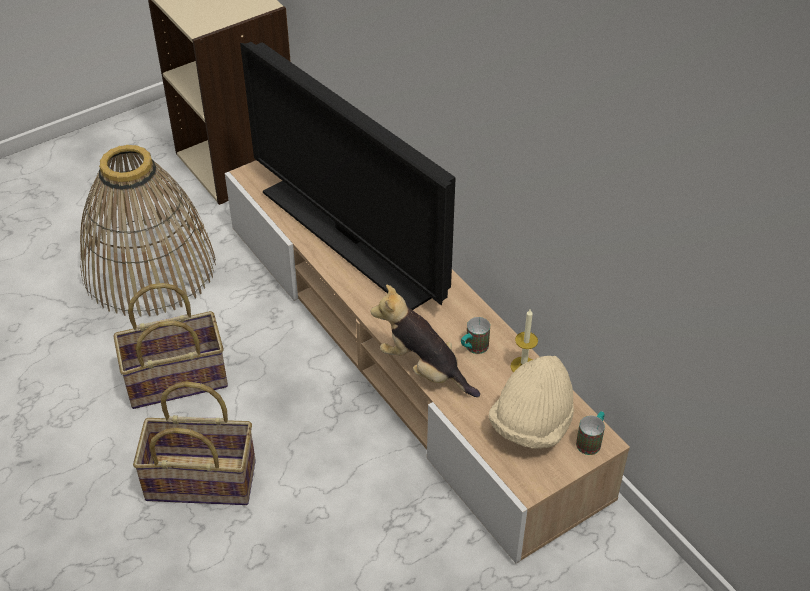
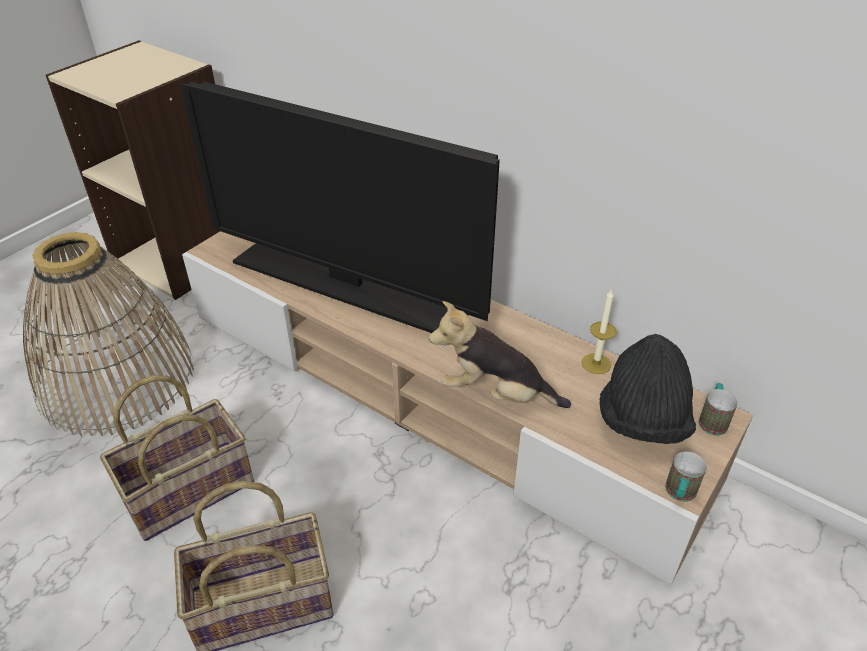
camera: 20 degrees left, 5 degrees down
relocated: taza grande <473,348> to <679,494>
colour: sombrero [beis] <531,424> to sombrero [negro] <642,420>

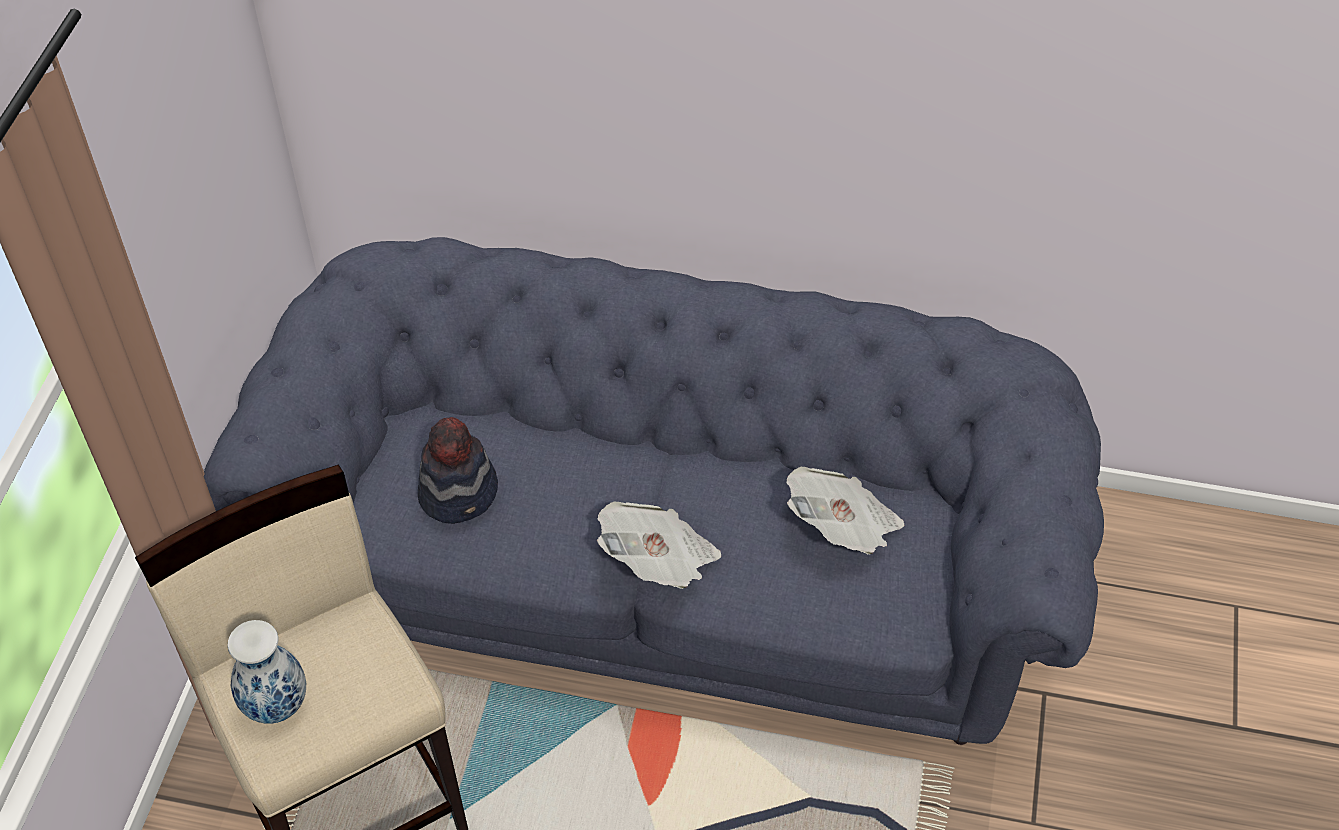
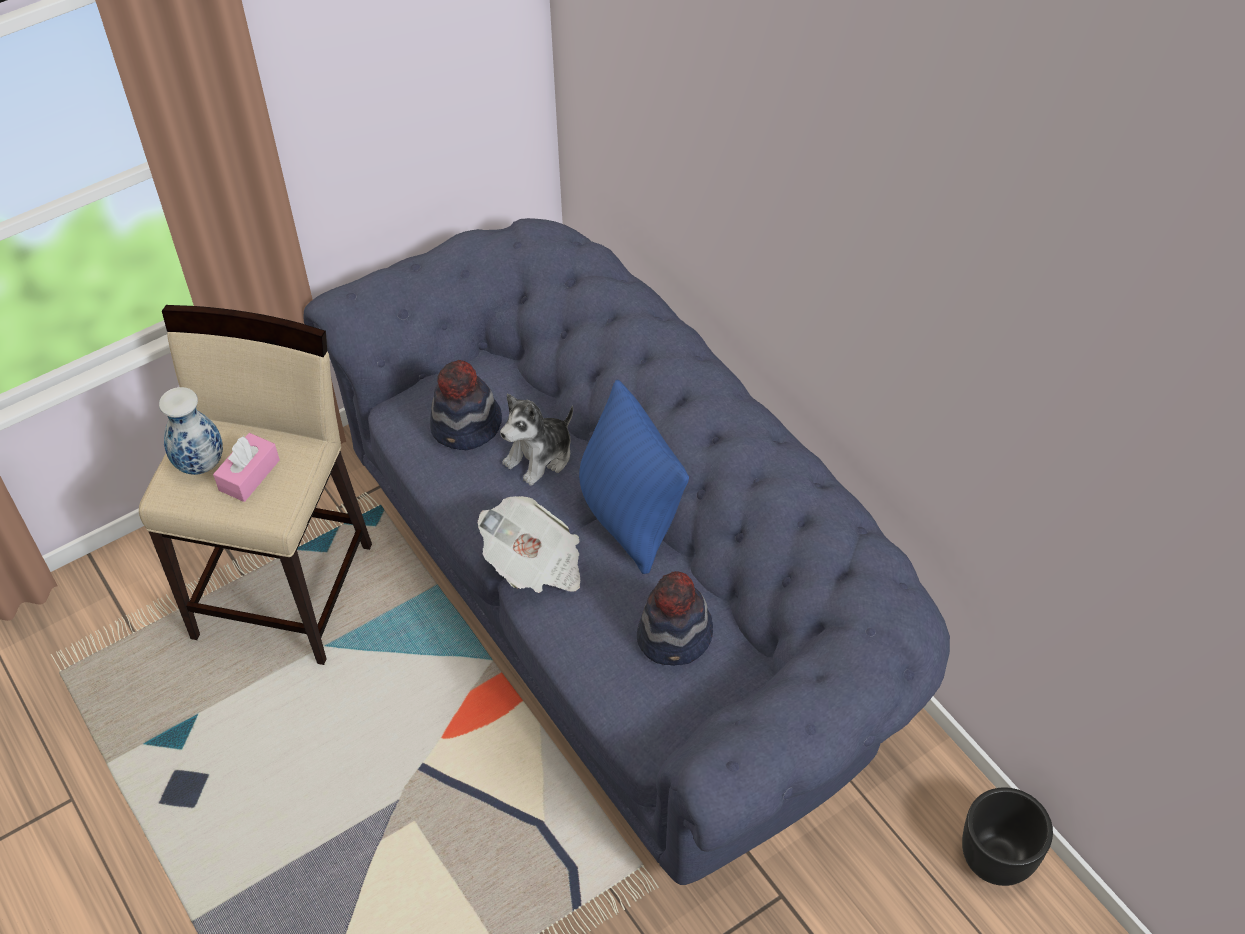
camera: 45 degrees right, 0 degrees up
appeared: cojín [azul] <629,517>; peluche <540,456>; caja de pañuelos [rosa] <249,475>; maceta [negro] <997,859>
exchanged: periódico <843,528> to sombrero <675,637>

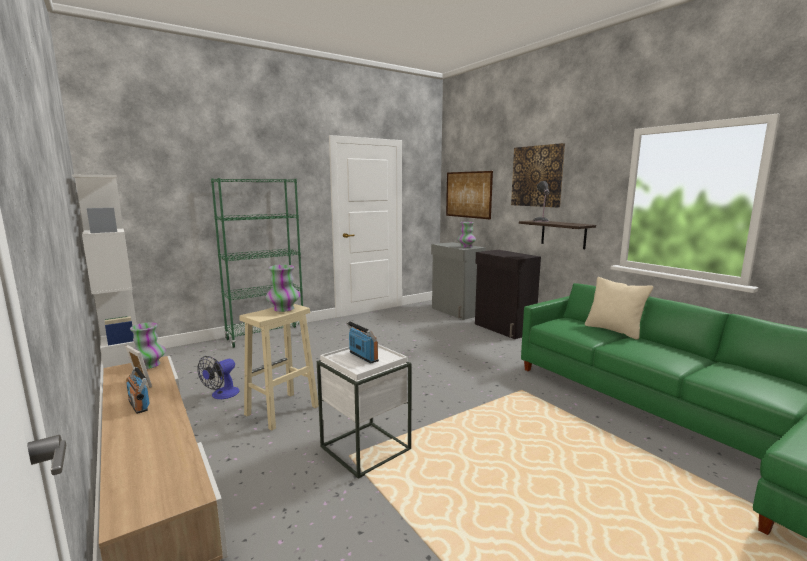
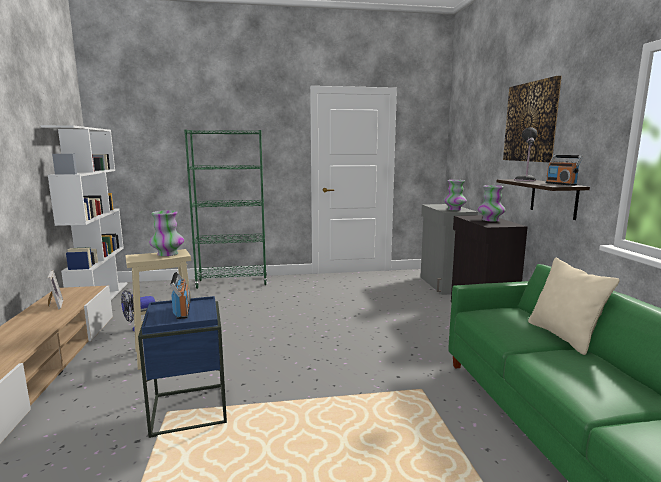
camera: 25 degrees right, 0 degrees up
missing: cuadro <468,194>
relocated: florero <149,365> to <490,220>; radio <138,405> to <561,184>
colour: mesa auxiliar [blanco] <365,448> to mesa auxiliar [azul] <189,409>

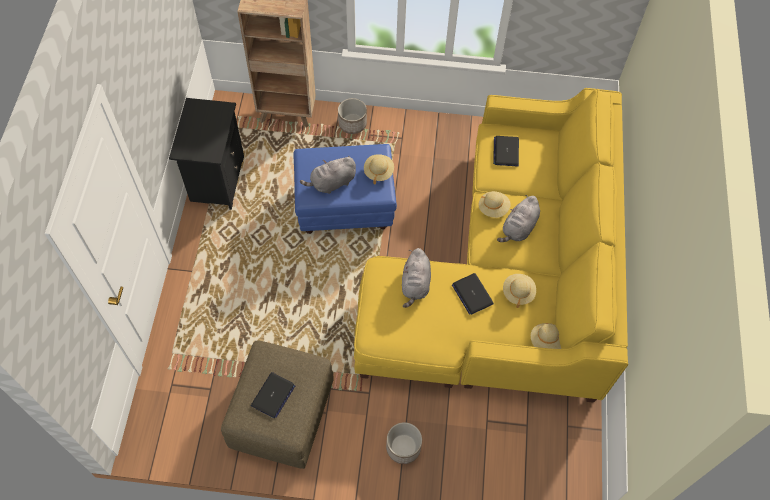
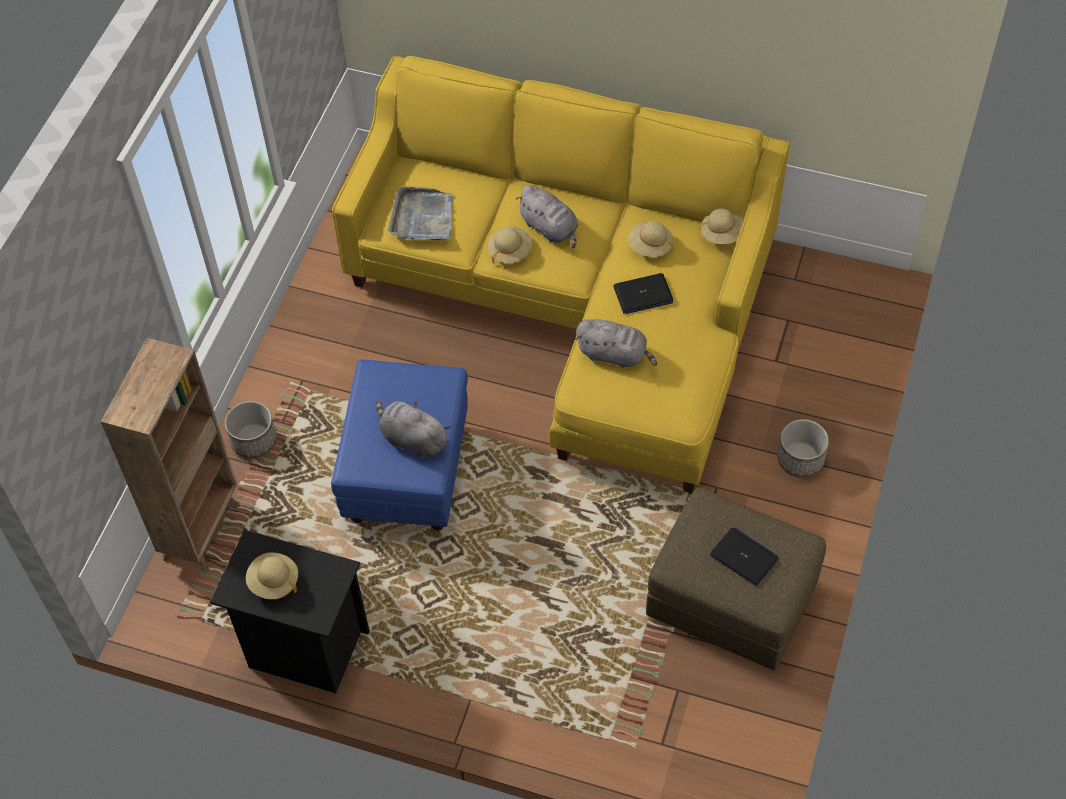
camera: 75 degrees left, 5 degrees down
relocated: sombrero [beis] <378,172> to <273,582>
exchanged: portátil <506,151> to bandeja [gris] <422,217>
spun: peluche [gris] <331,183> = <412,439> 135 degrees clockwise

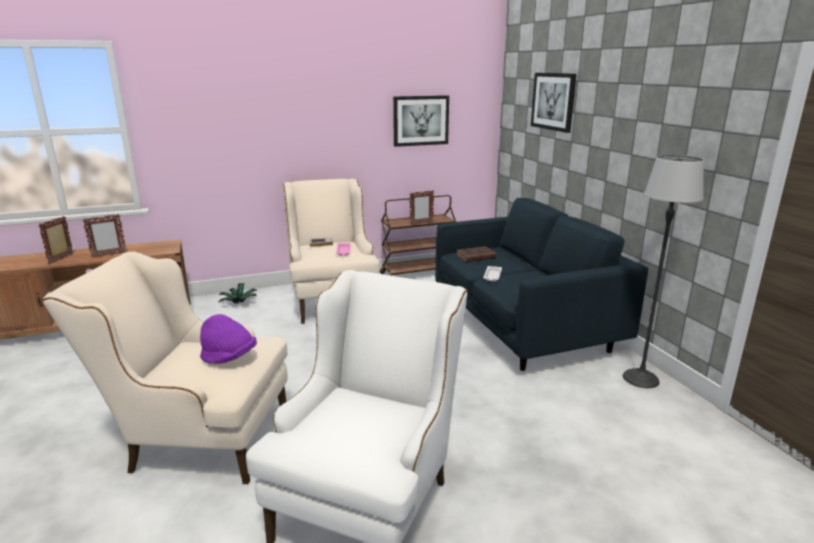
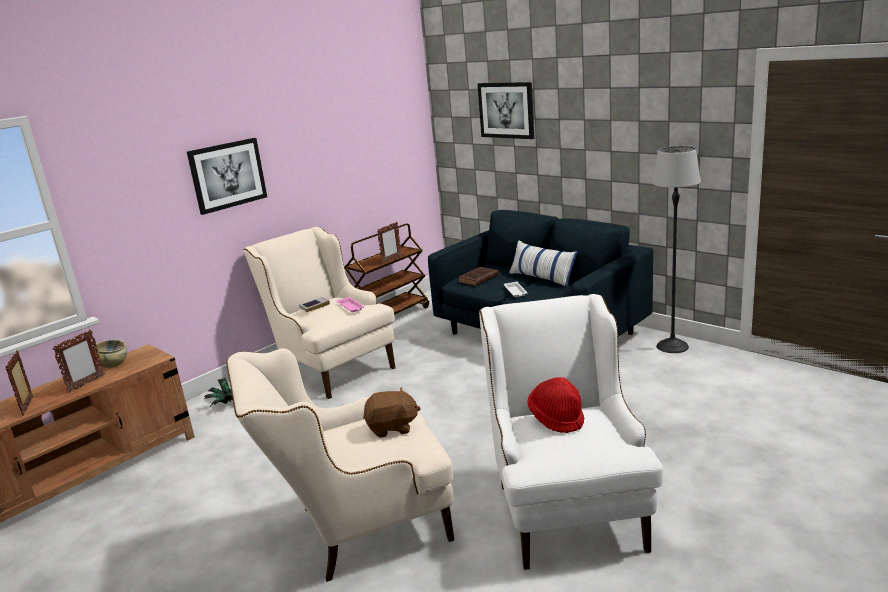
camera: 25 degrees left, 0 degrees up
appeared: cojín <542,278>; cuenco [beis] <113,364>; sombrero [rojo] <556,418>
relocated: cuadro <420,120> to <227,175>
exchanged: sombrero [morado] <229,358> to peluche [marrón] <392,428>

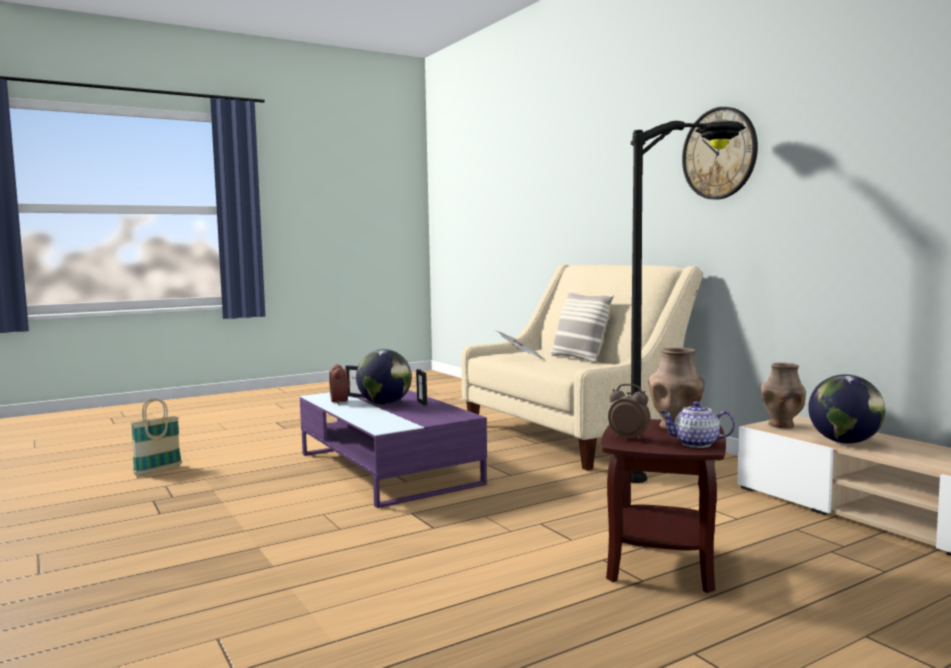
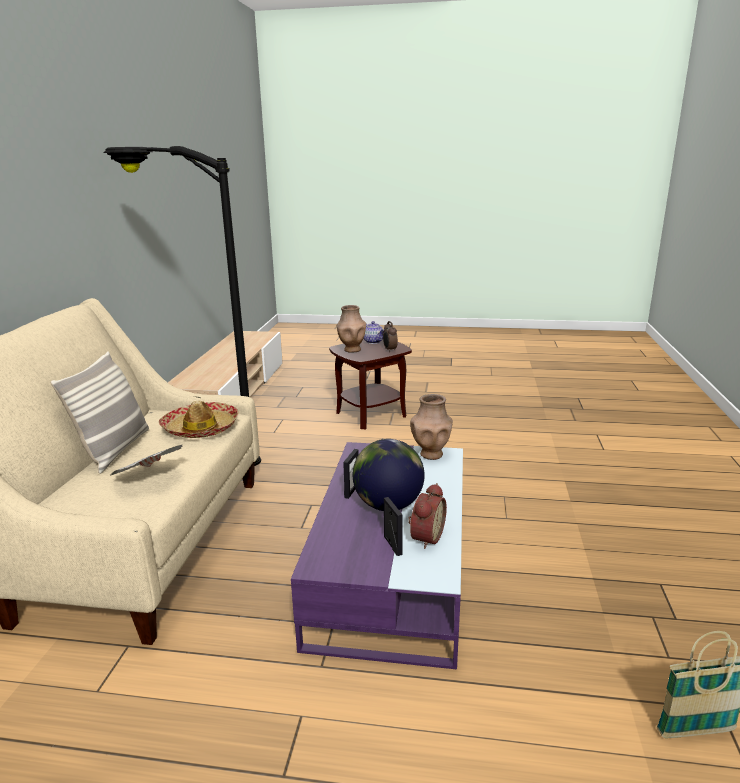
camera: 140 degrees left, 15 degrees up
missing: reloj de pared <719,153>; globo terráqueo <845,442>
appeared: sombrero <201,428>
relocated: florero [marrón] <782,425> to <431,454>

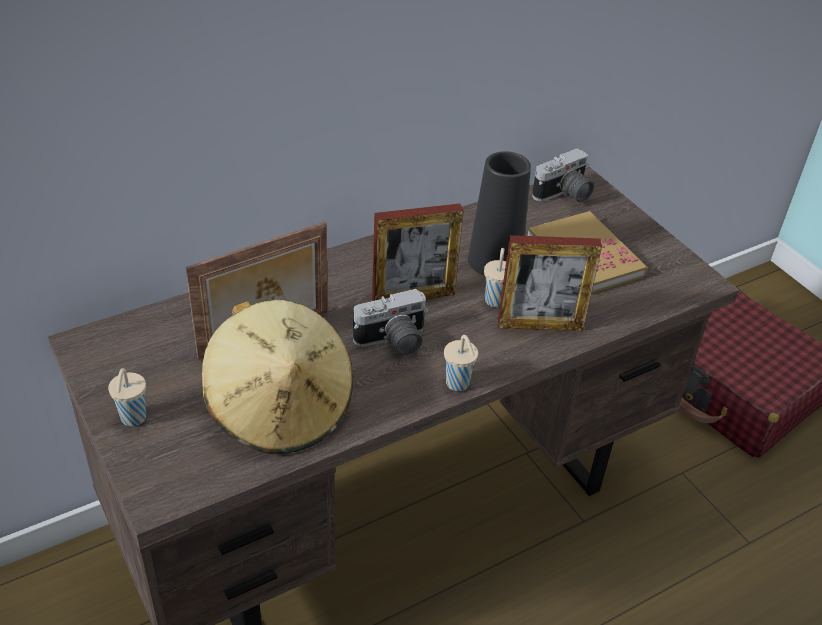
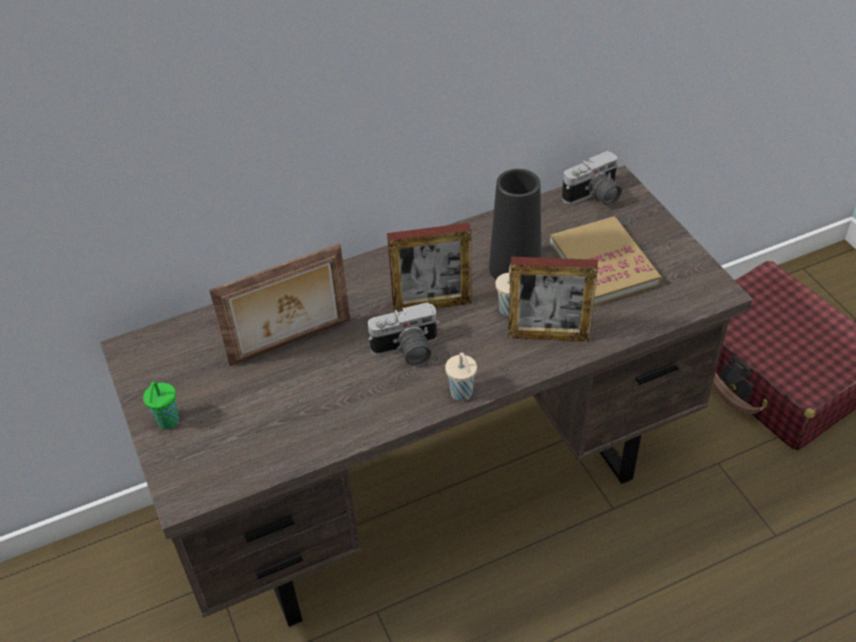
camera: 10 degrees right, 5 degrees up
missing: sombrero [beis] <281,408>
colour: taza [beis] <133,419> to taza [verde] <167,422>

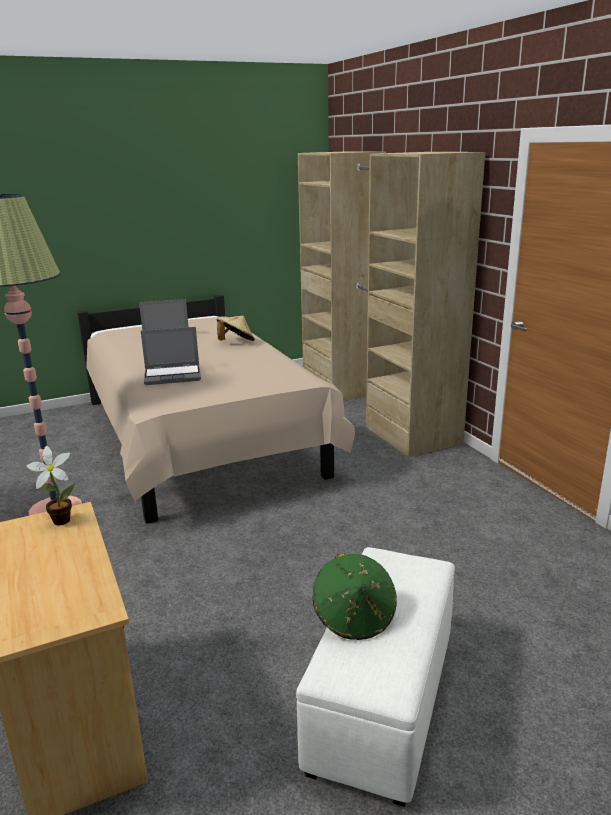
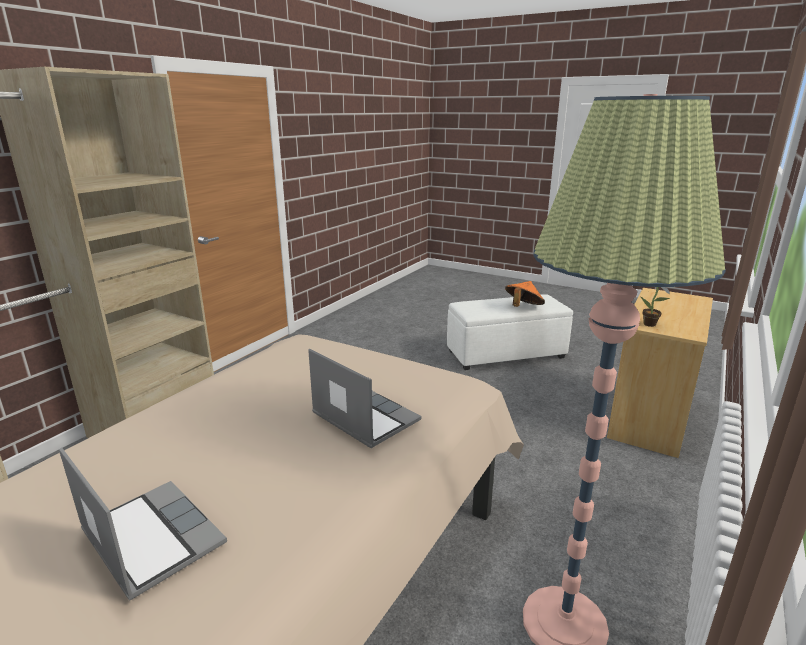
camera: 125 degrees left, 0 degrees up
missing: sombrero [beis] <236,343>
colour: sombrero [verde] <354,617> to sombrero [naranja] <523,307>

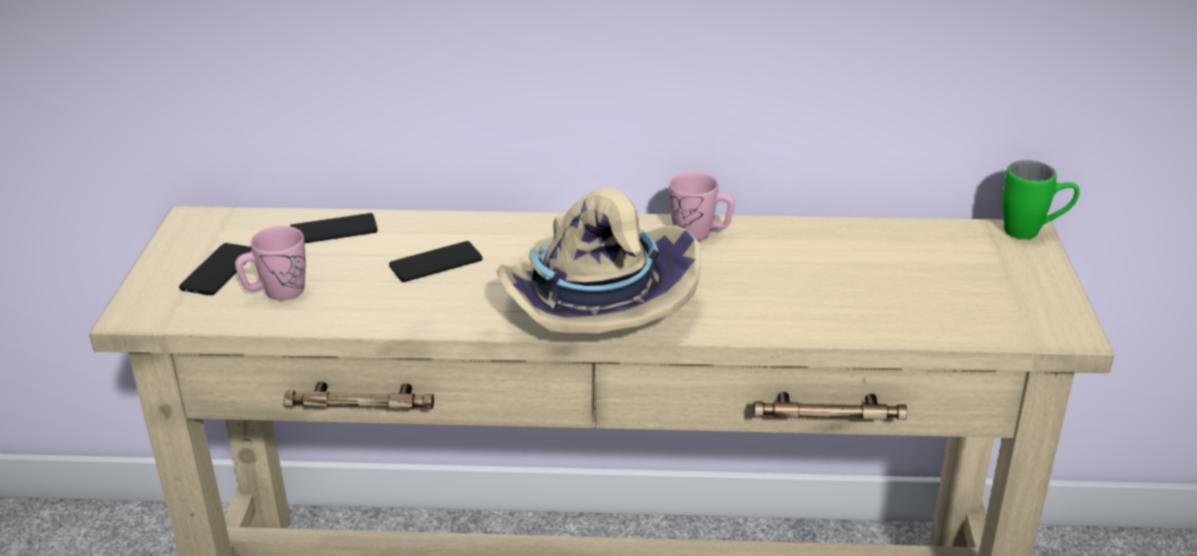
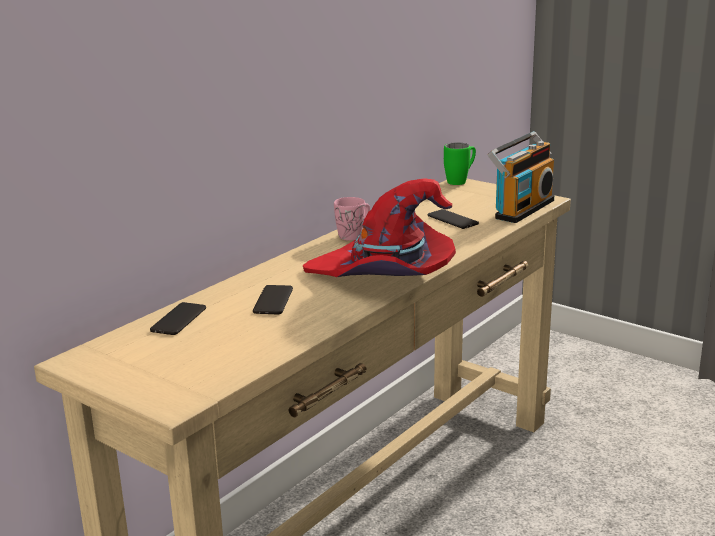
camera: 55 degrees left, 10 degrees down
missing: taza grande [rosa] <276,292>
appeared: radio <521,209>
relocated: móvil <219,270> to <452,220>
colour: sombrero [beis] <592,305> to sombrero [rojo] <385,275>

